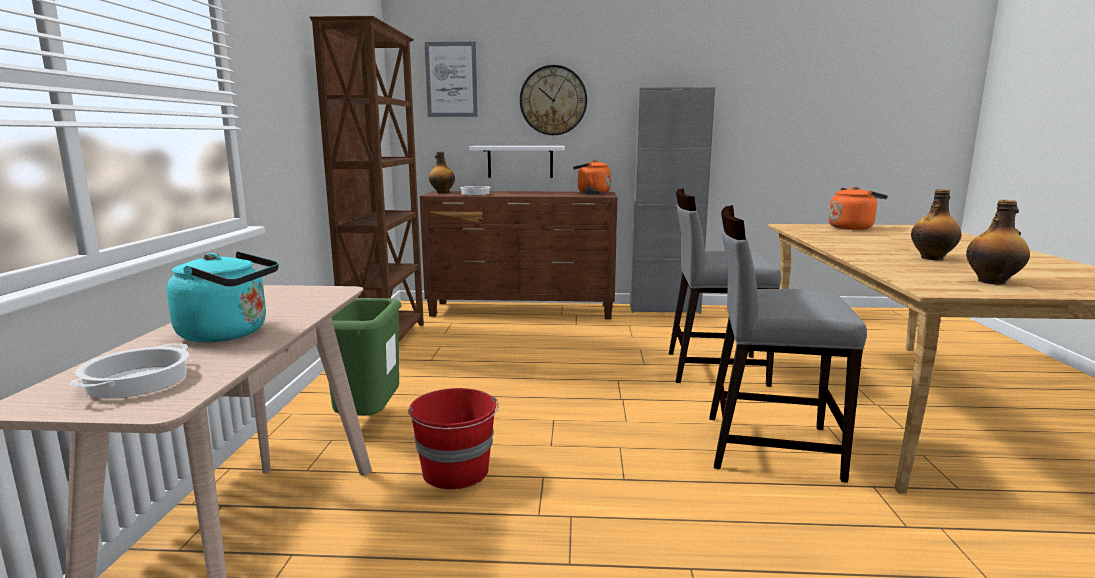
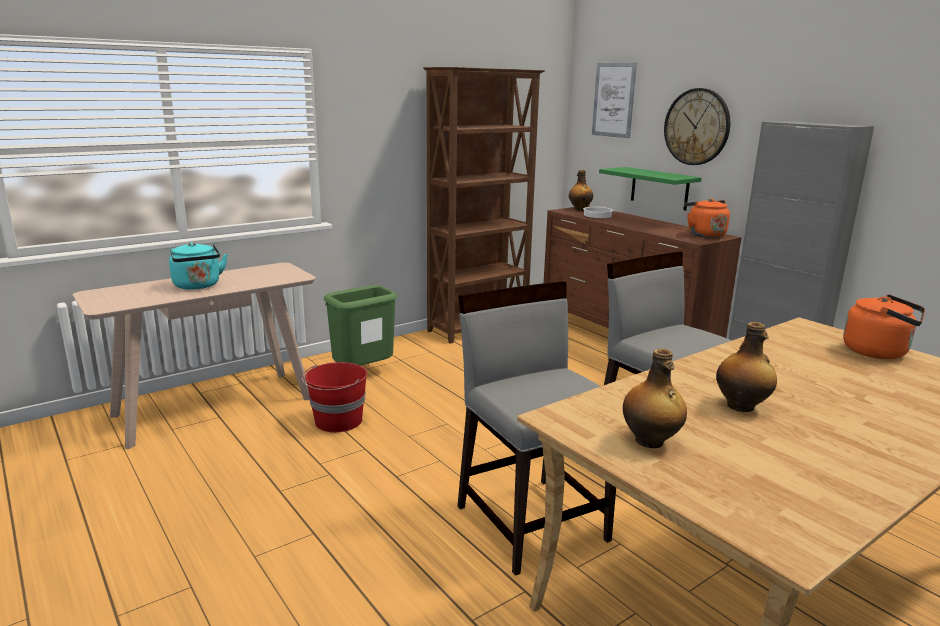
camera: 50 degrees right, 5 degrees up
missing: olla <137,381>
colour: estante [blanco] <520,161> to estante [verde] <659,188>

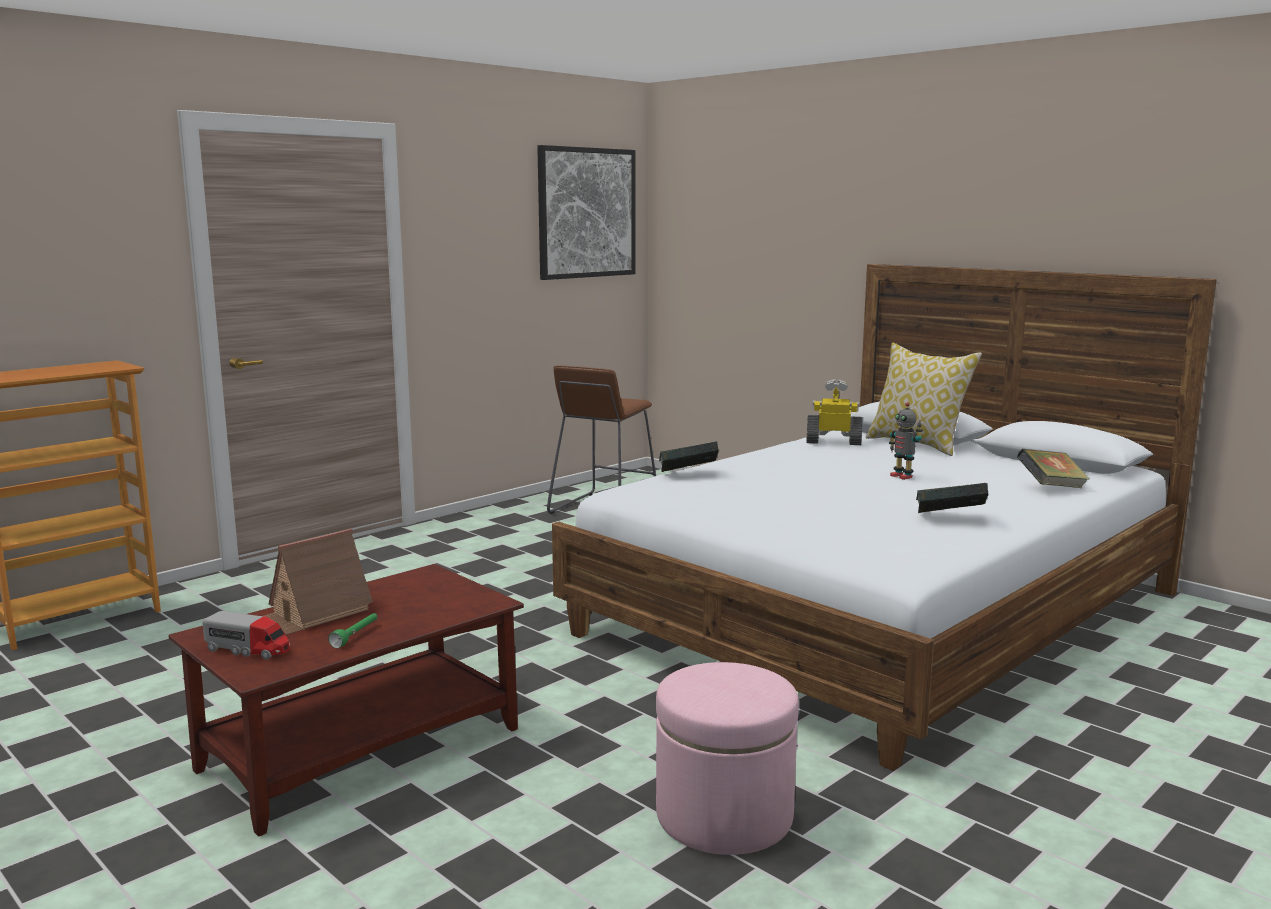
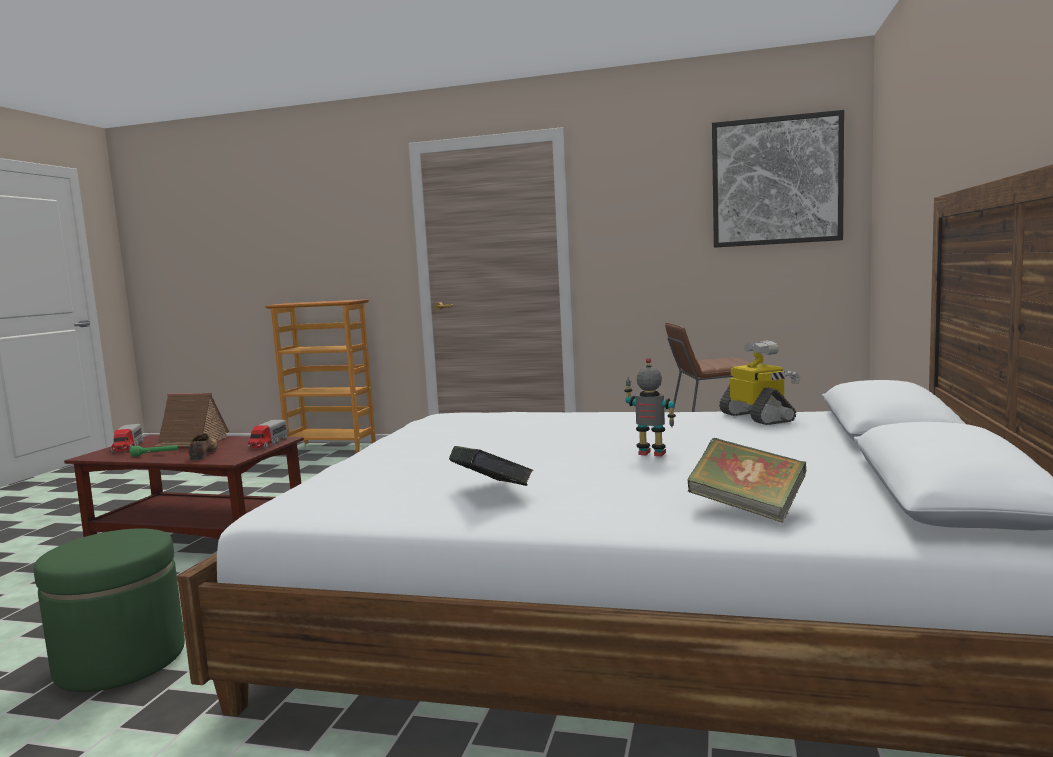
camera: 60 degrees right, 5 degrees down
missing: cojín <918,444>; libro <688,475>
appeared: camión de juguete <268,444>; zapato <204,454>
colour: puf [rosa] <724,815> to puf [verde] <121,660>
spun: robot de juguete <902,476> = <651,454> 90 degrees clockwise

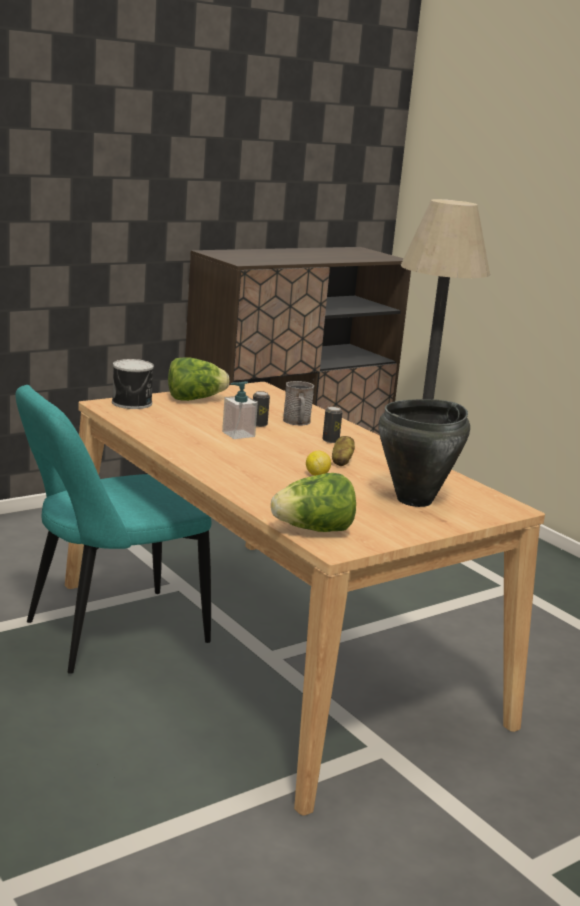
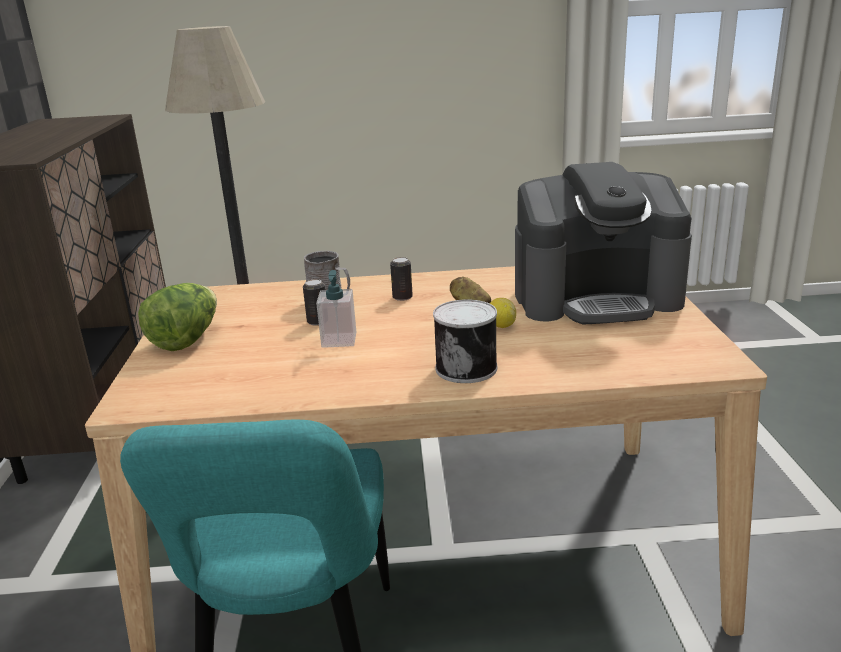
camera: 55 degrees left, 5 degrees up
missing: lechuga <313,530>
relocated: lata <133,403> to <467,368>
exchanged: olla [negro] <415,500> to cafetera <596,297>

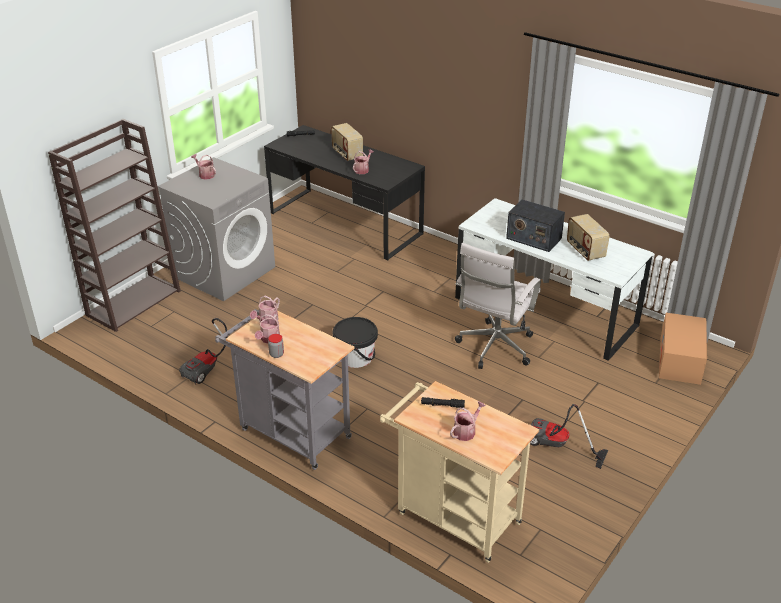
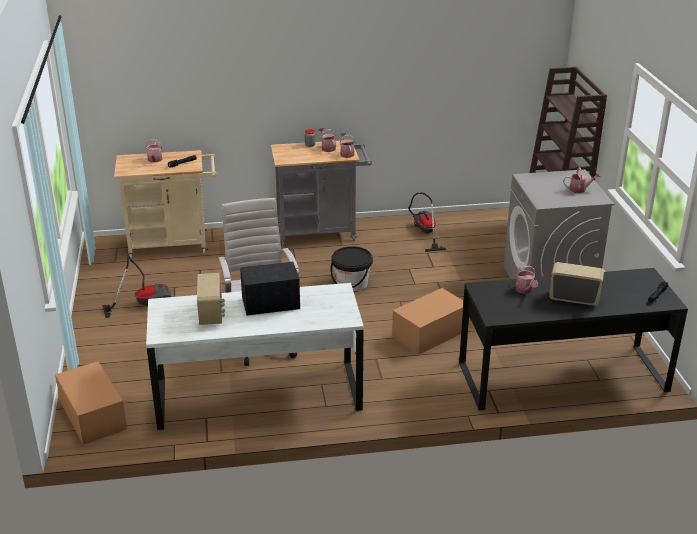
camera: 135 degrees right, 5 degrees down
appeared: caja de cartón <430,333>
spun: radio <585,250> = <211,314> 60 degrees clockwise

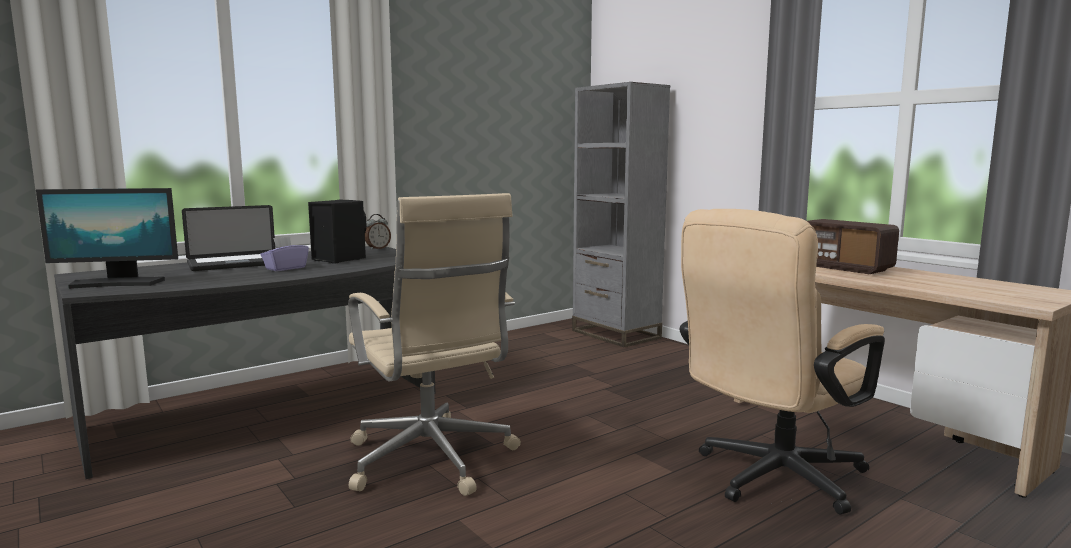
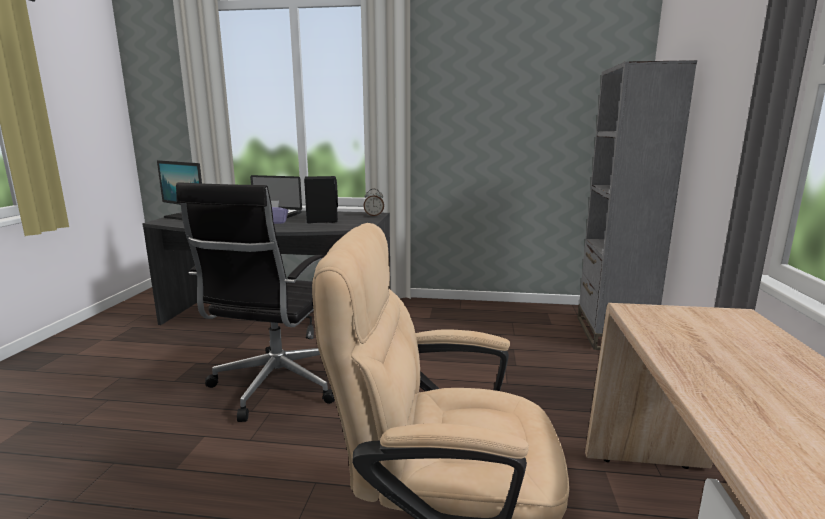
camera: 45 degrees right, 5 degrees up
missing: radio <843,267>
colour: silla de oficina [beis] <431,460> to silla de oficina [negro] <275,386>

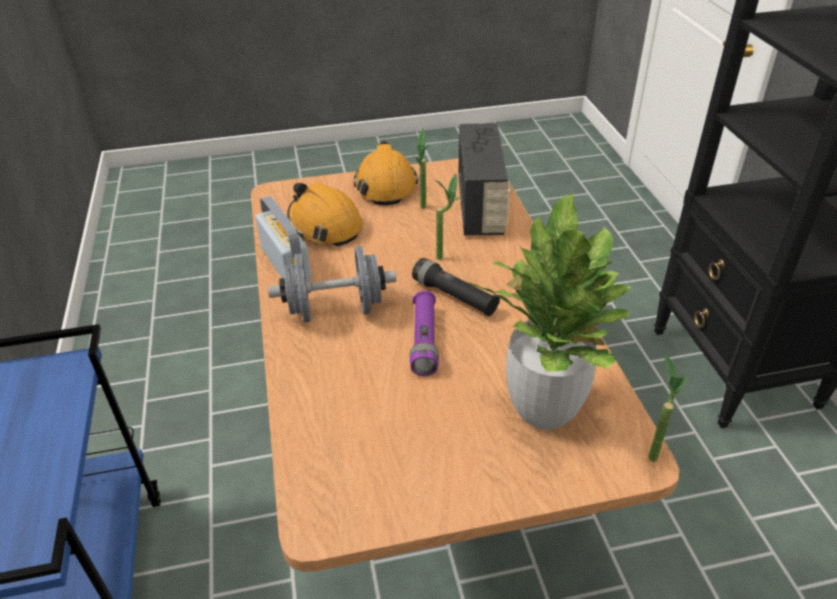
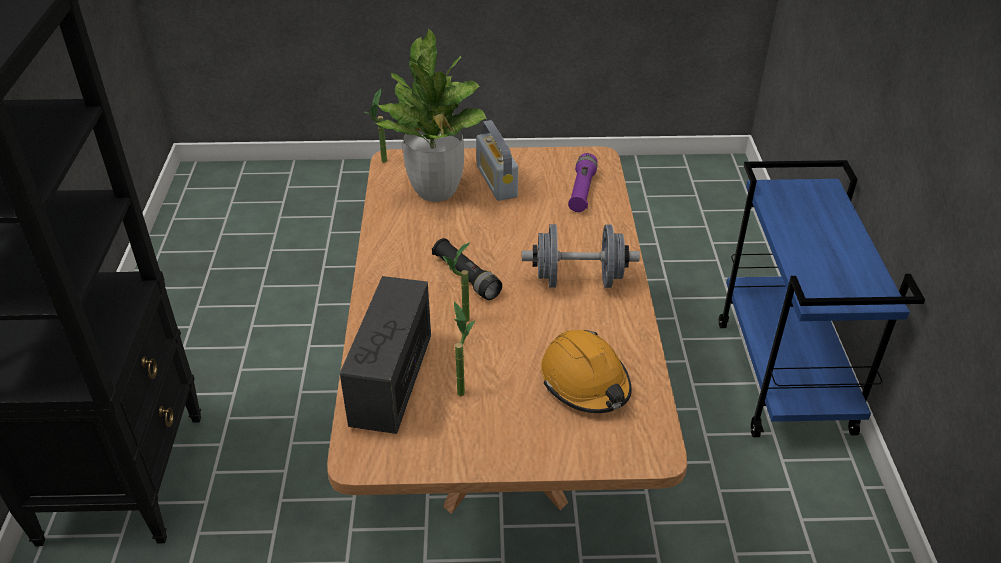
camera: 170 degrees left, 0 degrees up
missing: casco [naranja] <385,185>
relocated: radio <286,264> to <496,181>; linterna [morado] <424,341> to <582,191>

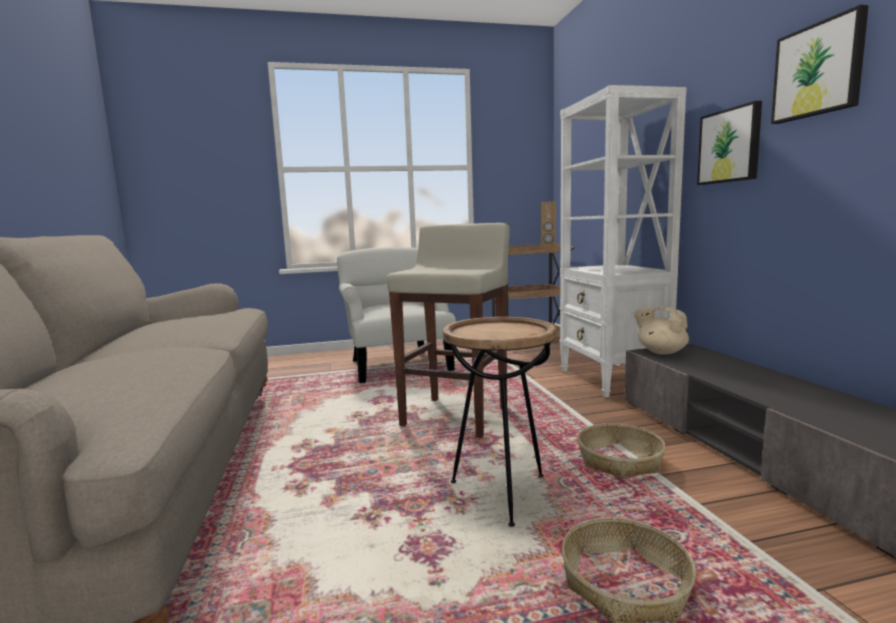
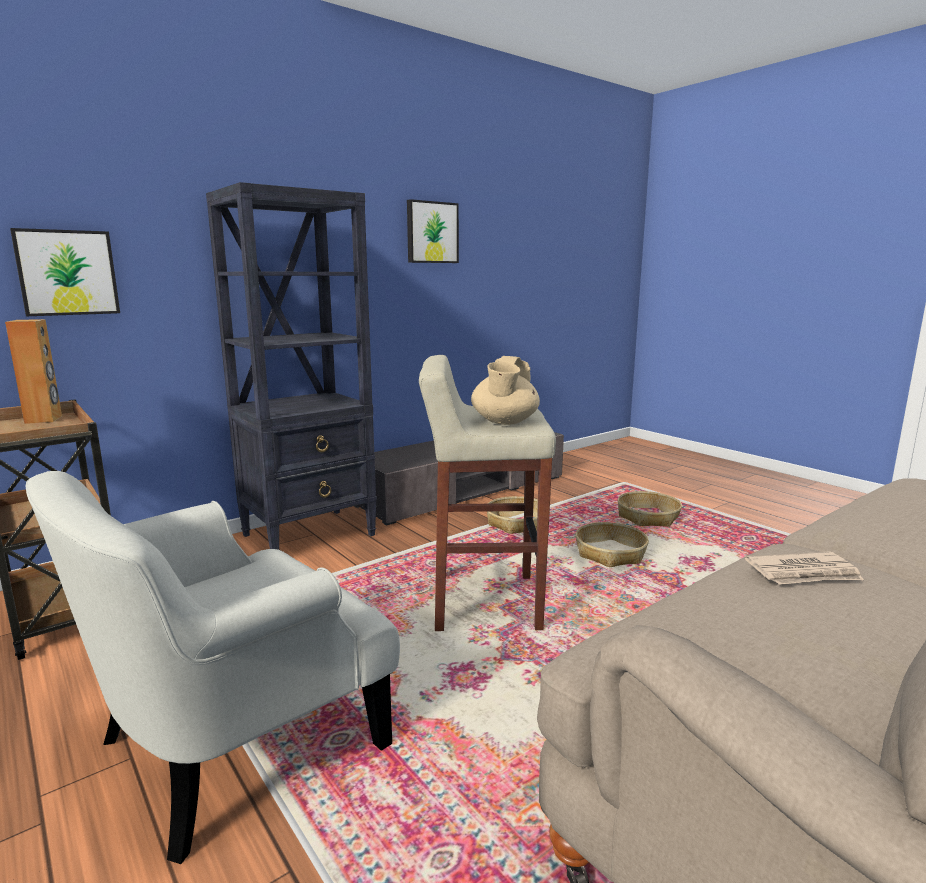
camera: 115 degrees left, 5 degrees up
appeared: periódico <804,573>
relocated: cuadro <730,146> to <67,273>; tetera [beis] <661,352> to <504,422>
exchanged: mesa auxiliar [marrón] <501,494> to cesta <610,553>
colour: estantería [blanco] <612,379> to estantería [negro] <310,535>

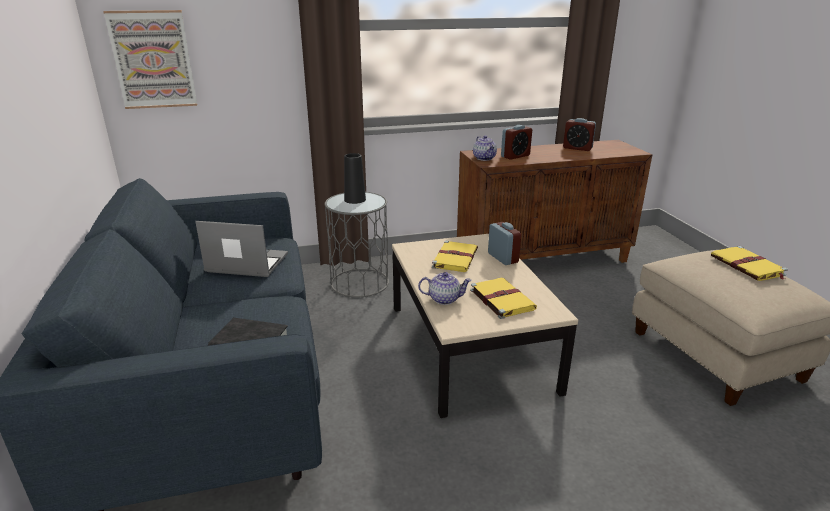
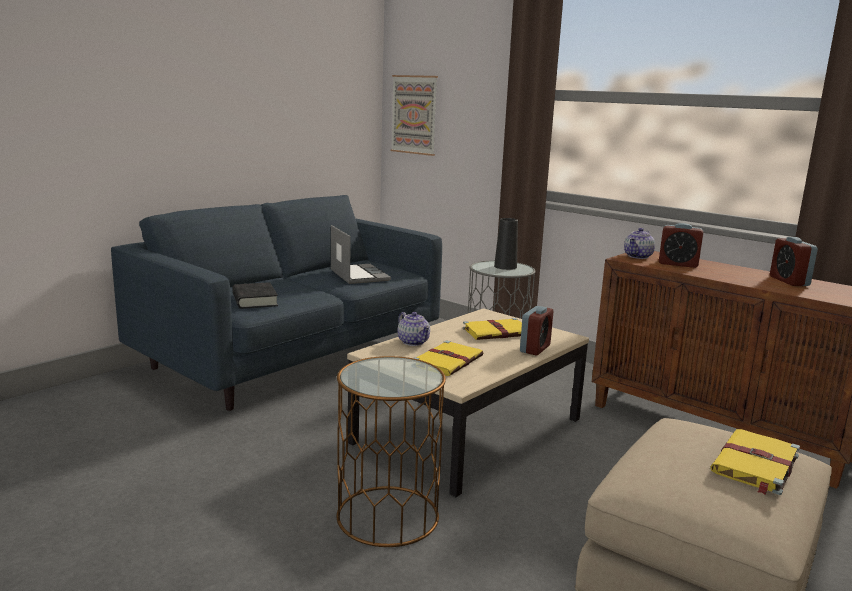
camera: 55 degrees right, 10 degrees down
appeared: mesa auxiliar [marrón] <388,516>

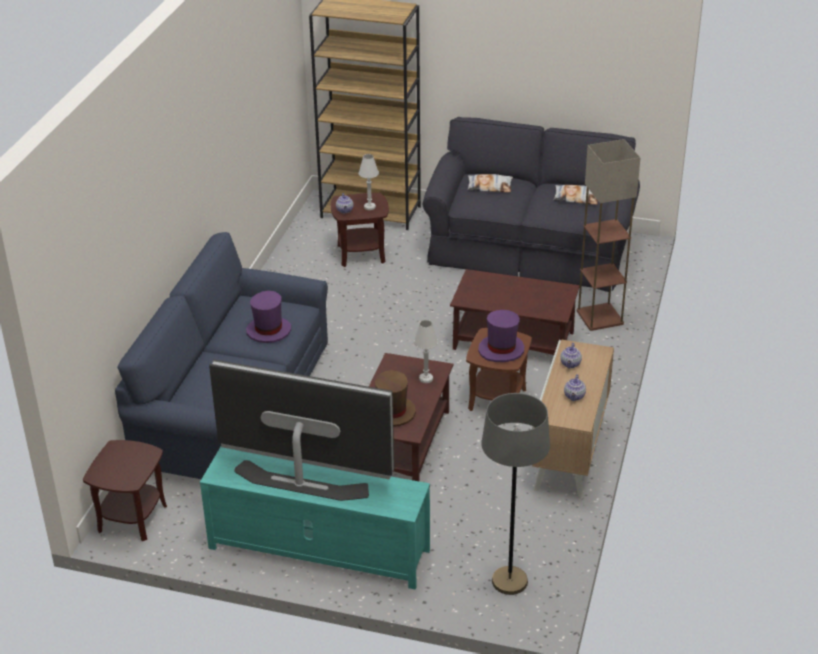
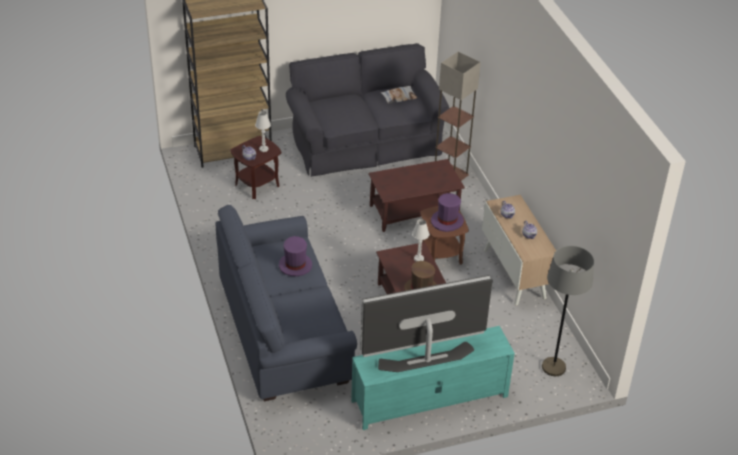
camera: 35 degrees left, 5 degrees up
missing: cojín <489,187>; mesa auxiliar [marrón] <132,518>

